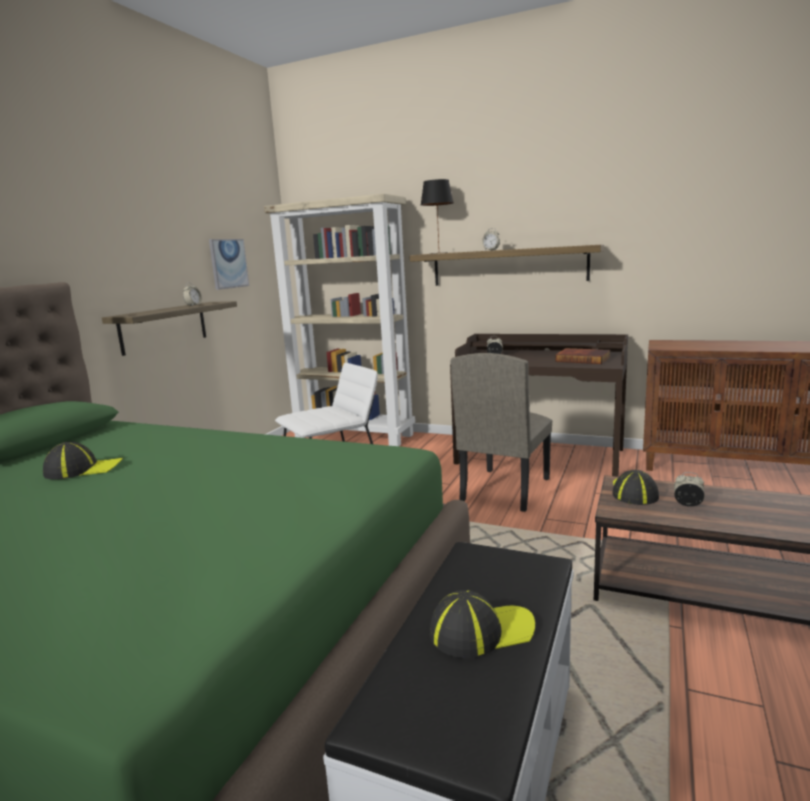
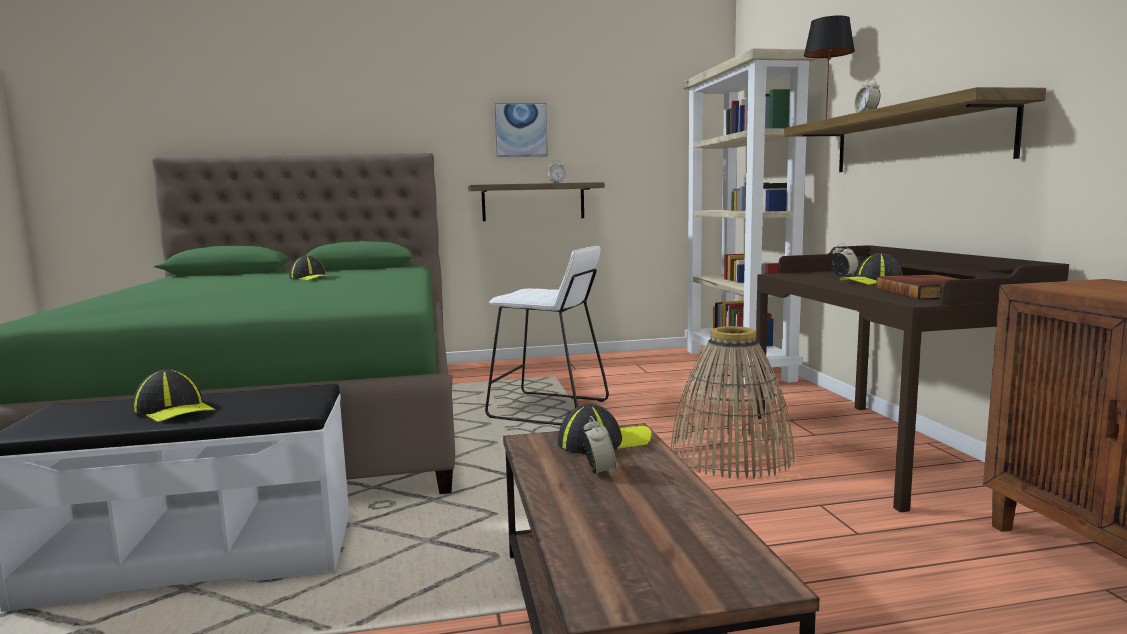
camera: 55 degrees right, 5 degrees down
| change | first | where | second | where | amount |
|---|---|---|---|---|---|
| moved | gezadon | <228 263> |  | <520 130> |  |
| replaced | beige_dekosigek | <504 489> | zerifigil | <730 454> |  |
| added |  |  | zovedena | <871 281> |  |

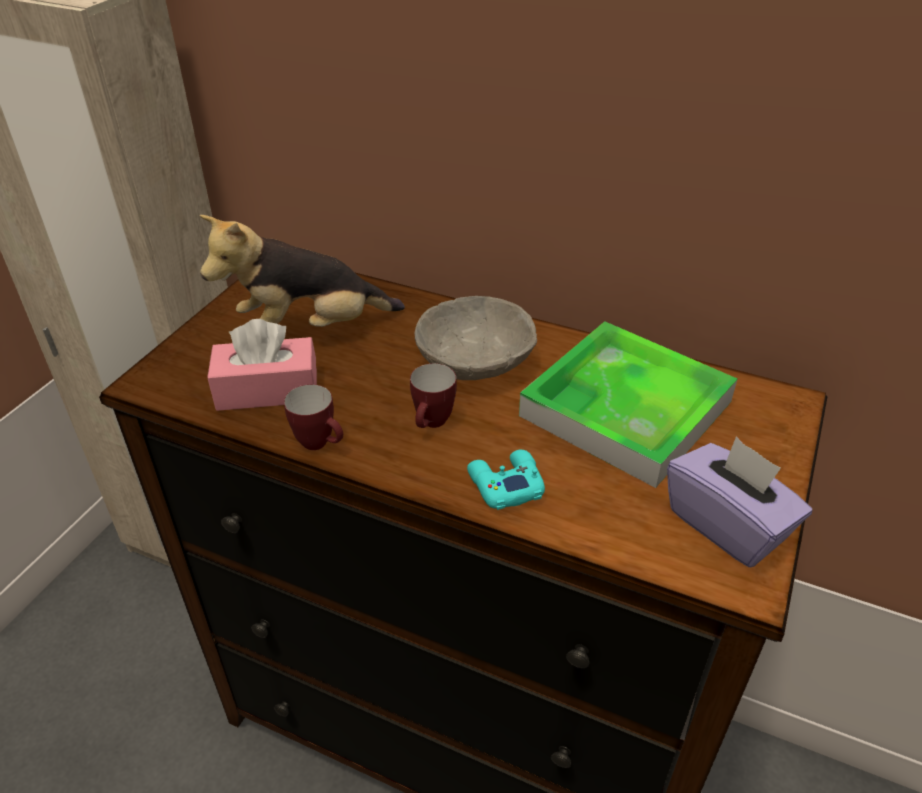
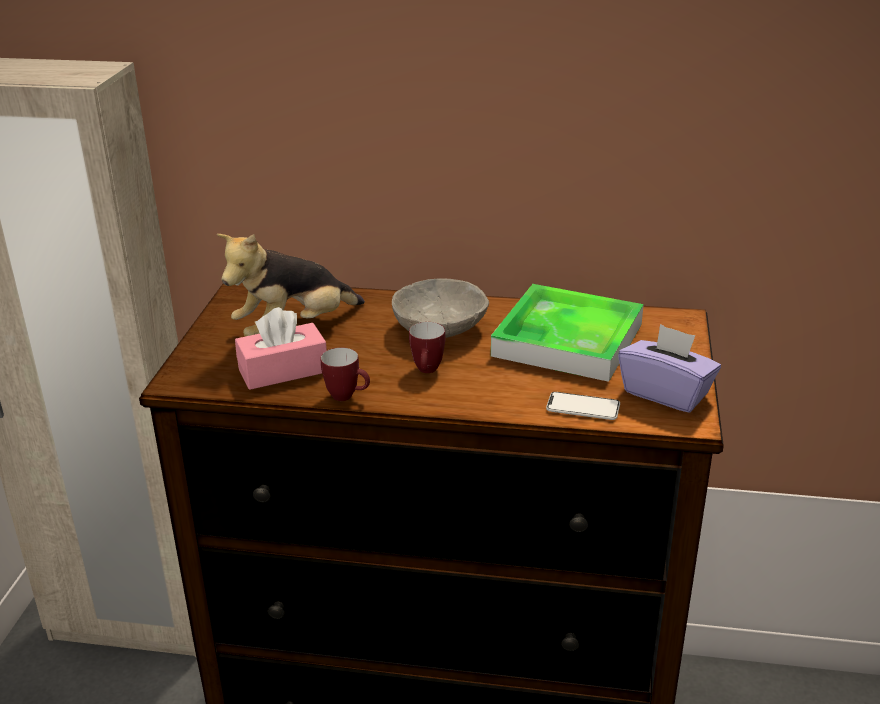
camera: 15 degrees left, 10 degrees down
| change | first | where | second | where | amount |
|---|---|---|---|---|---|
| added |  |  | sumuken | <583 407> |  |
| removed | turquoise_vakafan | <505 484> |  |  |  |

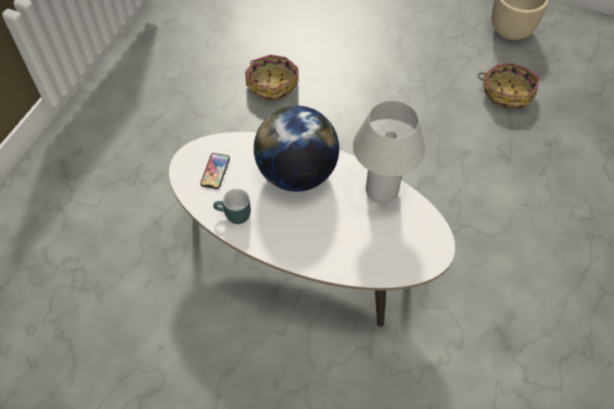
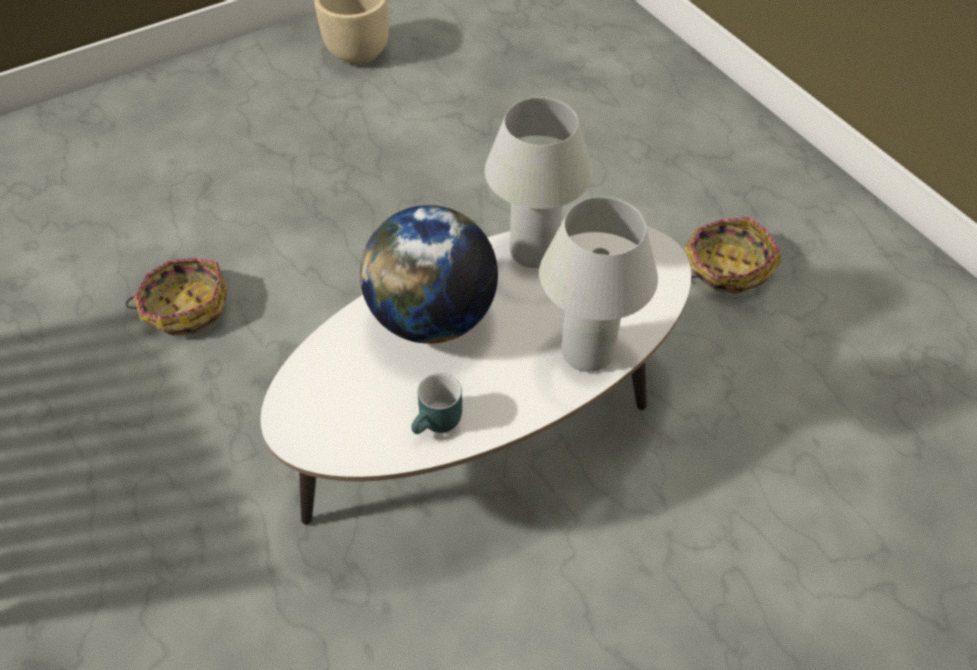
camera: 55 degrees left, 5 degrees down
| change | first | where | second | where | amount |
|---|---|---|---|---|---|
| added |  |  | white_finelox | <587 352> |  |
| moved | zerifigil | <507 92> |  | <726 267> |  |
| removed | sumuken | <215 171> |  |  |  |

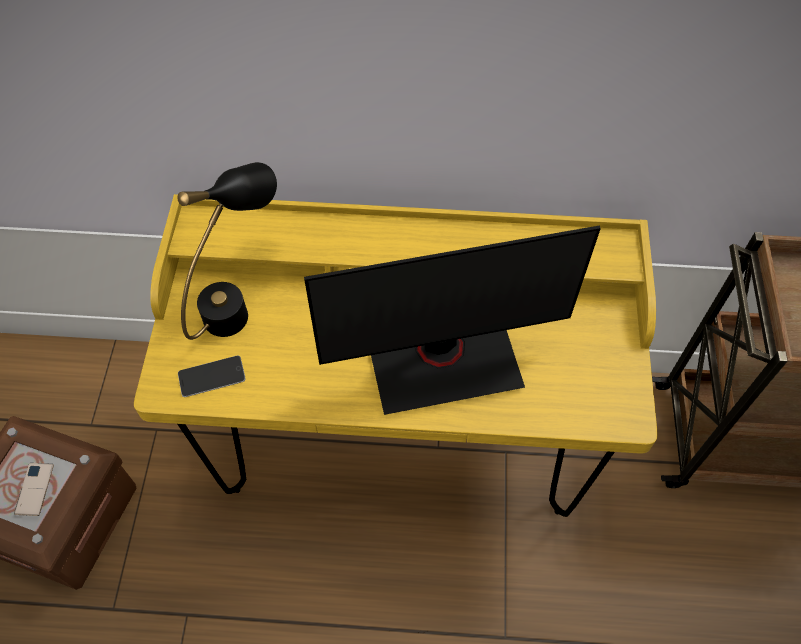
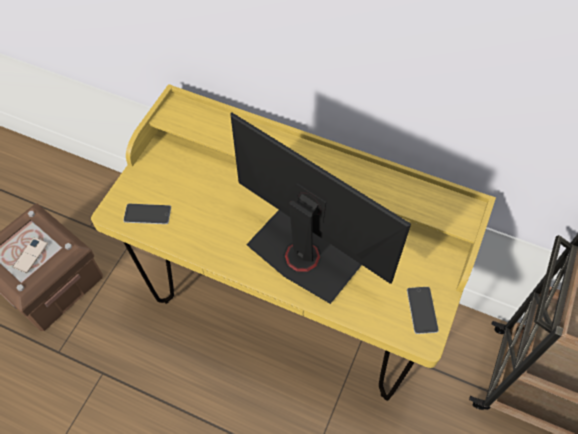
camera: 20 degrees right, 0 degrees up
| change | first | where | second | where | amount |
|---|---|---|---|---|---|
| turned | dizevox | <442 358> |  | <307 251> | 150 degrees counterclockwise |
| added |  |  | sumuken | <422 310> |  |
| removed | black_finelox | <240 301> |  |  |  |

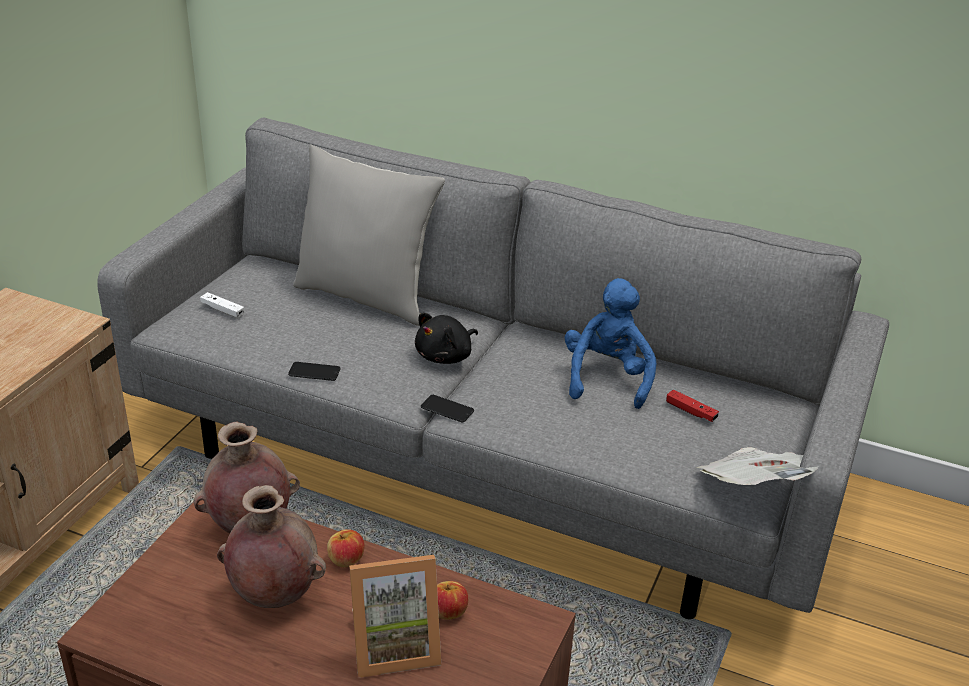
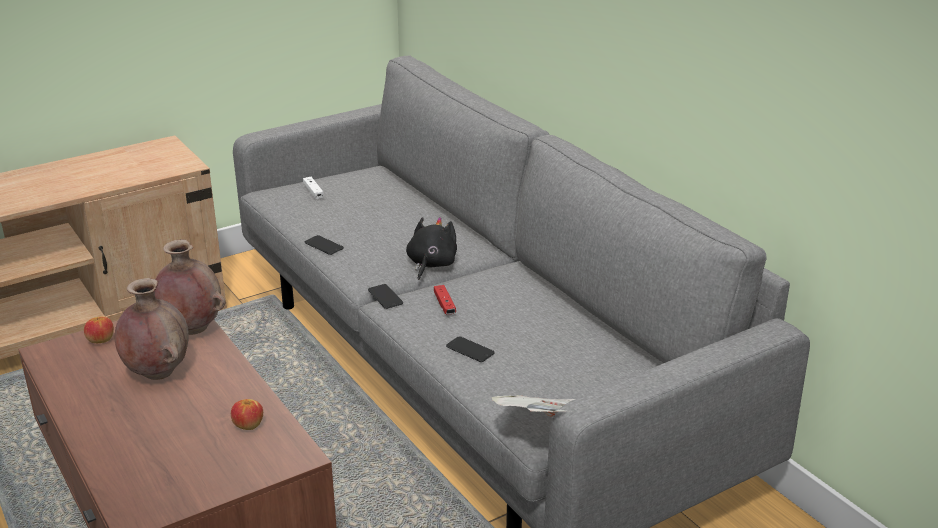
camera: 35 degrees right, 5 degrees down
| change | first | where | second | where | amount |
|---|---|---|---|---|---|
| moved | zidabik | <346 559> |  | <100 339> |  |
| turned | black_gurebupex | <446 356> |  | <431 264> | 120 degrees clockwise |
| moved | red_vakafan | <691 411> |  | <444 305> |  |
| added |  |  | sumuken | <470 350> |  |
| removed | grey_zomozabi | <366 296> |  |  |  |
| removed | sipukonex | <394 646> |  |  |  |
| removed | blue_gurebupex | <607 378> |  |  |  |

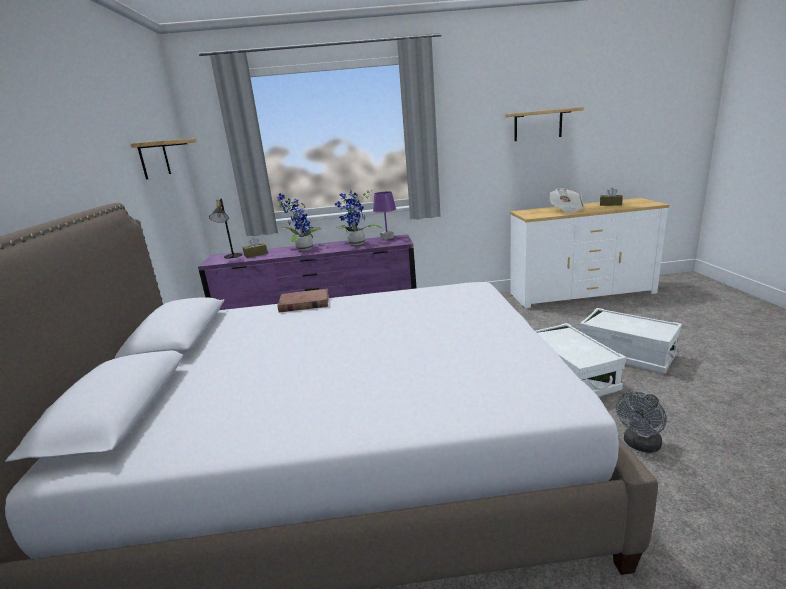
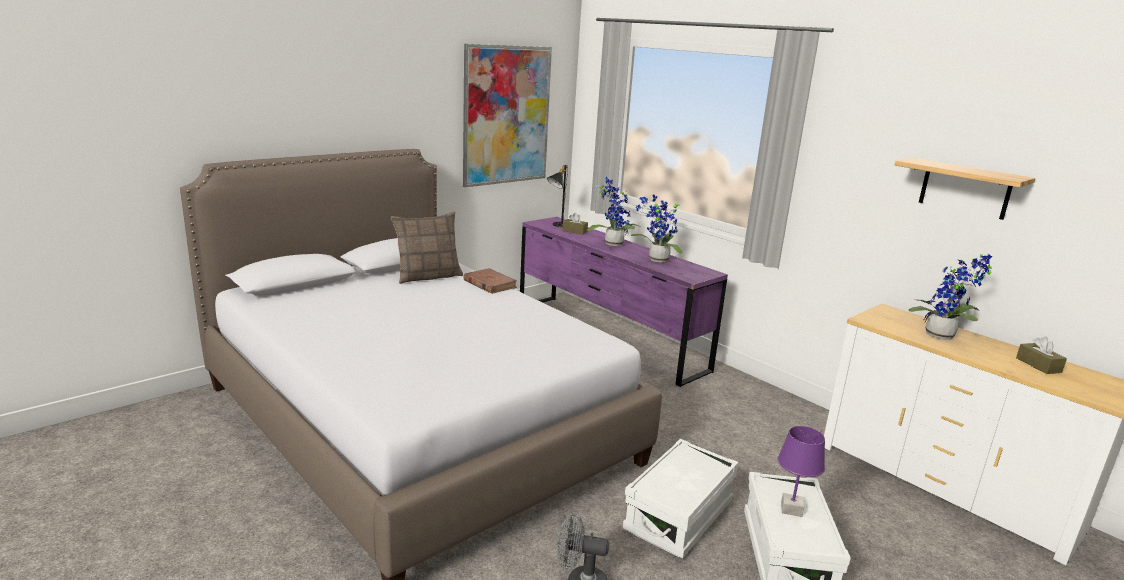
camera: 50 degrees right, 0 degrees up
| change | first | where | second | where | amount |
|---|---|---|---|---|---|
| added |  |  | zomozabi | <428 276> |  |
| replaced | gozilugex | <154 159> | gezadon | <506 115> |  |
| moved | purple_finelox | <387 238> |  | <791 509> |  |
| replaced | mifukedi | <566 210> | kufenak | <943 337> |  |

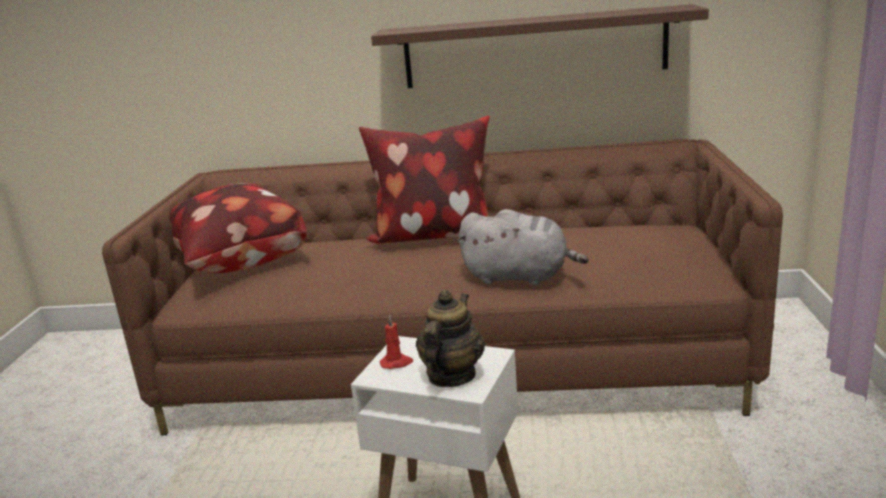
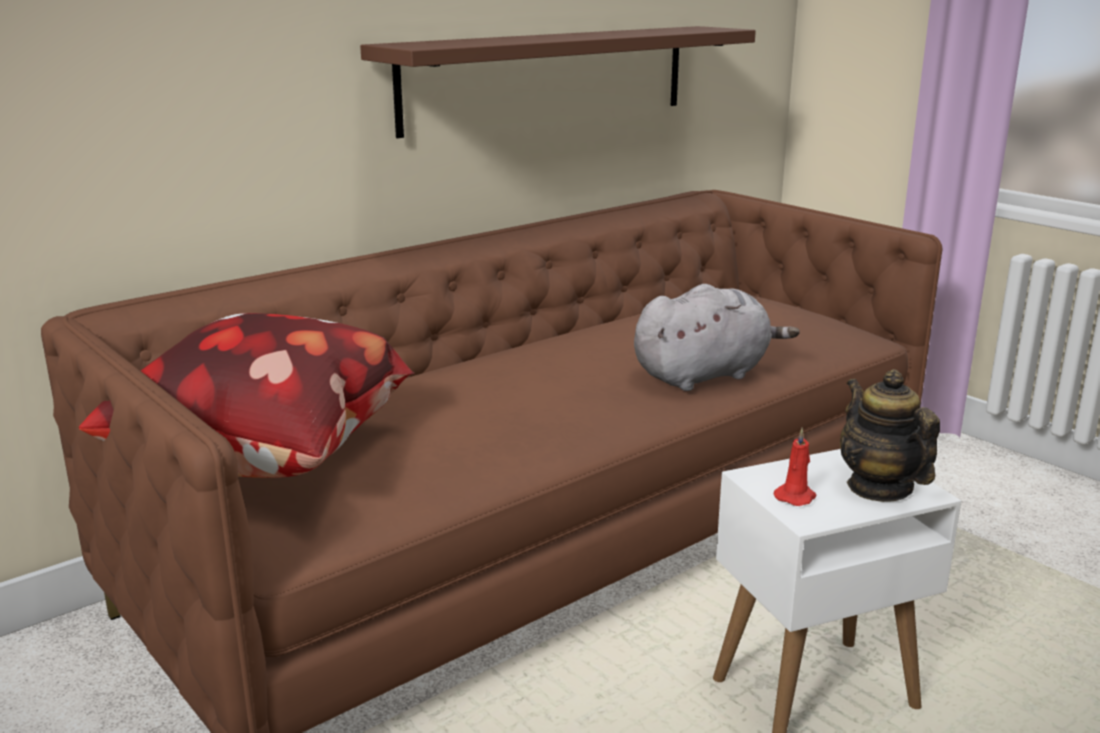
camera: 45 degrees left, 0 degrees up
| change | first | where | second | where | amount |
|---|---|---|---|---|---|
| removed | zomozabi | <432 236> |  |  |  |

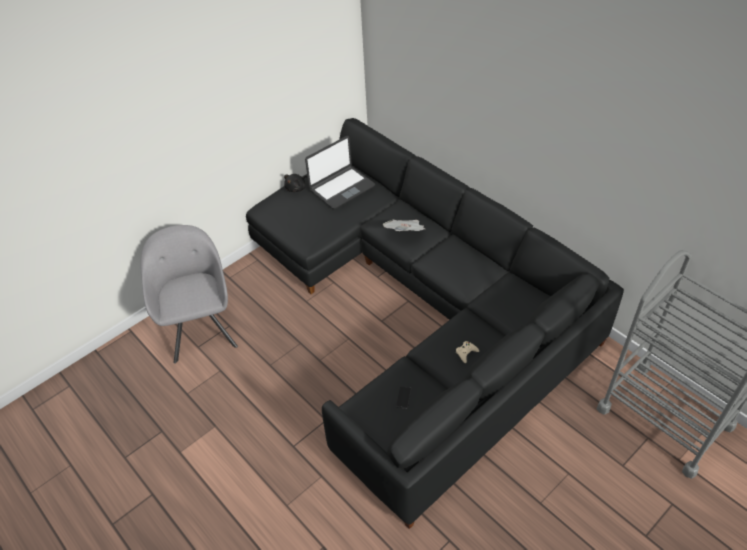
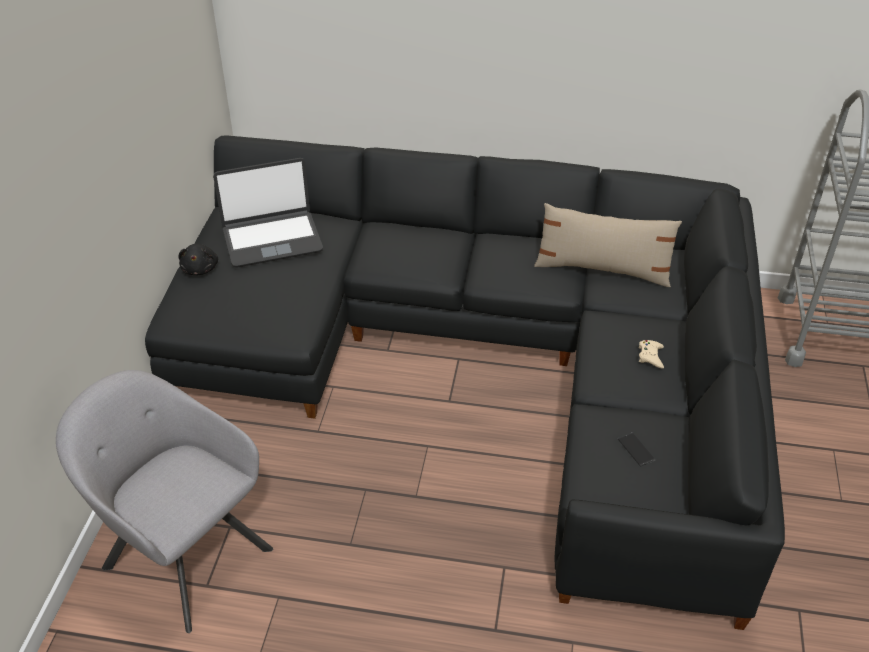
camera: 40 degrees left, 5 degrees down
| change | first | where | second | where | amount |
|---|---|---|---|---|---|
| turned | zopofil | <341 187> |  | <272 239> | 60 degrees clockwise |
| added |  |  | beige_zomozabi | <602 269> |  |
| removed | mifukedi | <405 233> |  |  |  |

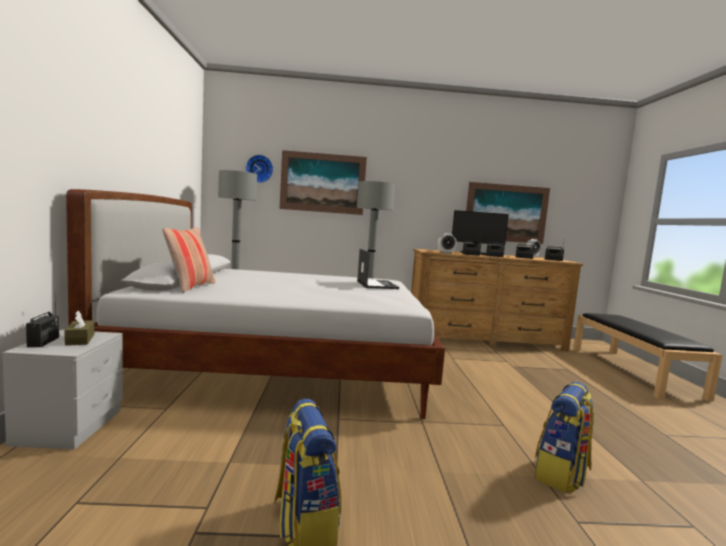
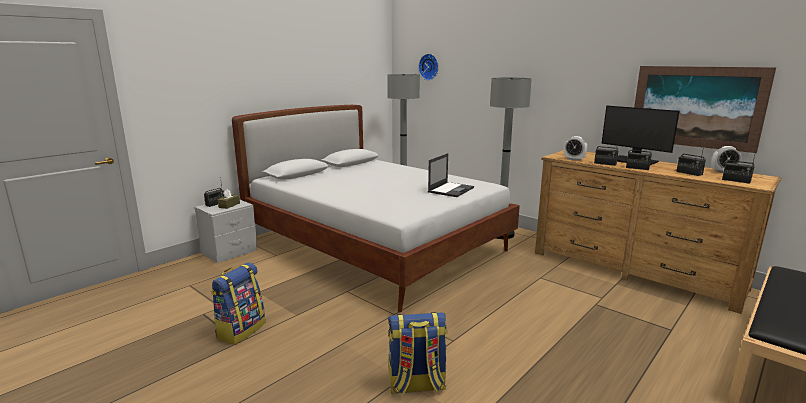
camera: 45 degrees right, 10 degrees up
| change | first | where | second | where | amount |
|---|---|---|---|---|---|
| removed | zomozabi | <191 287> |  |  |  |
| removed | gezadon | <323 183> |  |  |  |

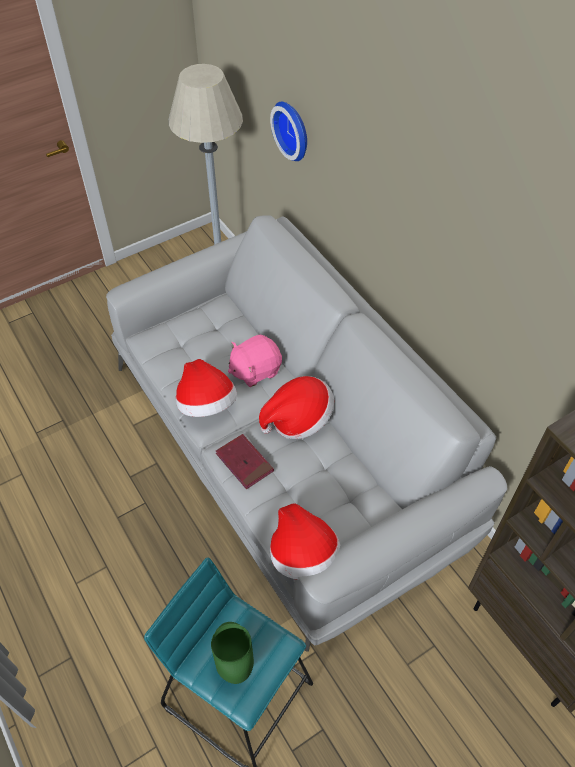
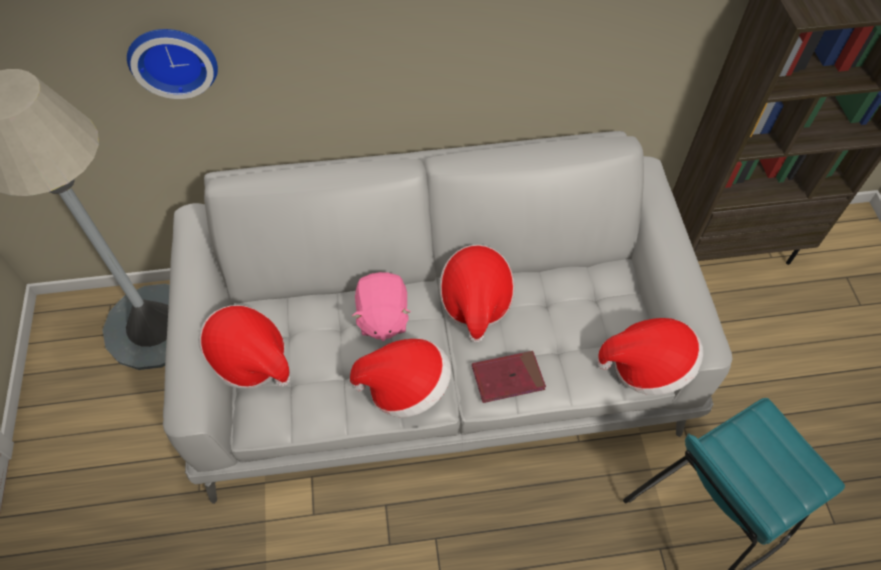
camera: 65 degrees left, 5 degrees up
| change | first | where | second | where | amount |
|---|---|---|---|---|---|
| added |  |  | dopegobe | <249 360> |  |
| removed | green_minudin | <234 668> |  |  |  |

